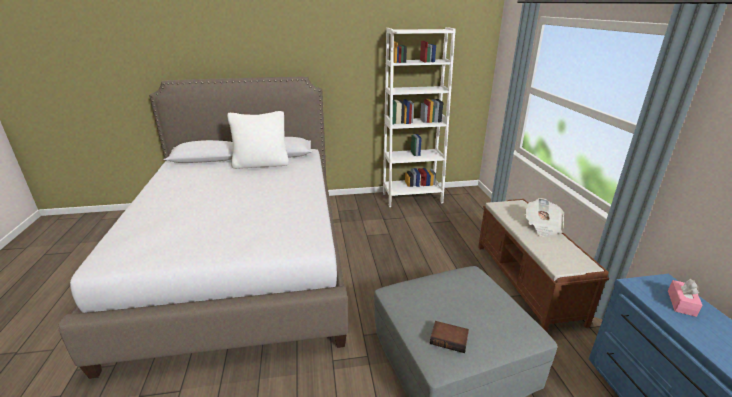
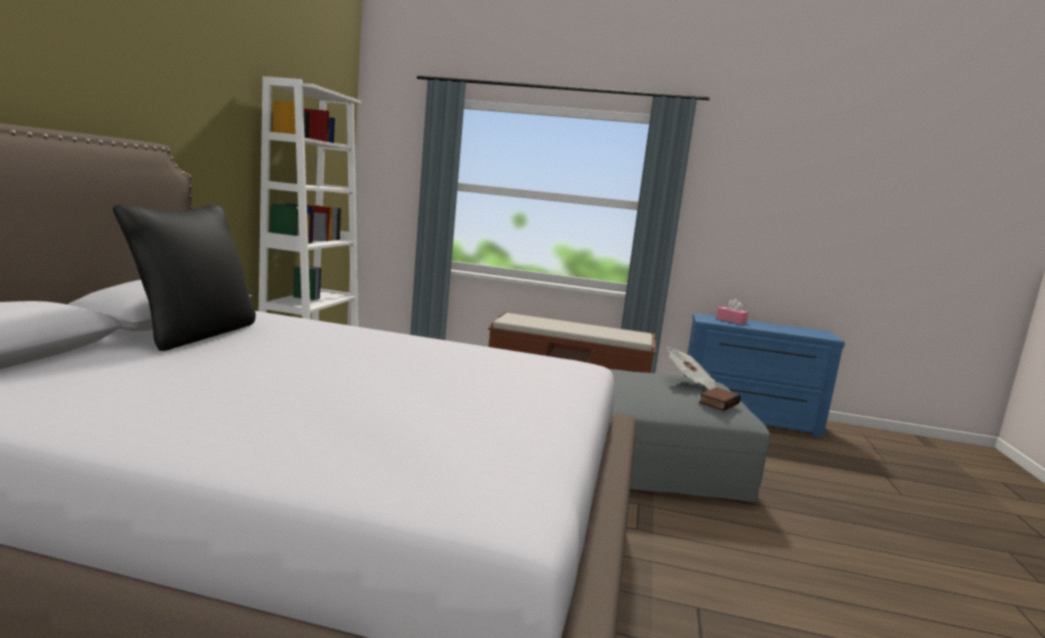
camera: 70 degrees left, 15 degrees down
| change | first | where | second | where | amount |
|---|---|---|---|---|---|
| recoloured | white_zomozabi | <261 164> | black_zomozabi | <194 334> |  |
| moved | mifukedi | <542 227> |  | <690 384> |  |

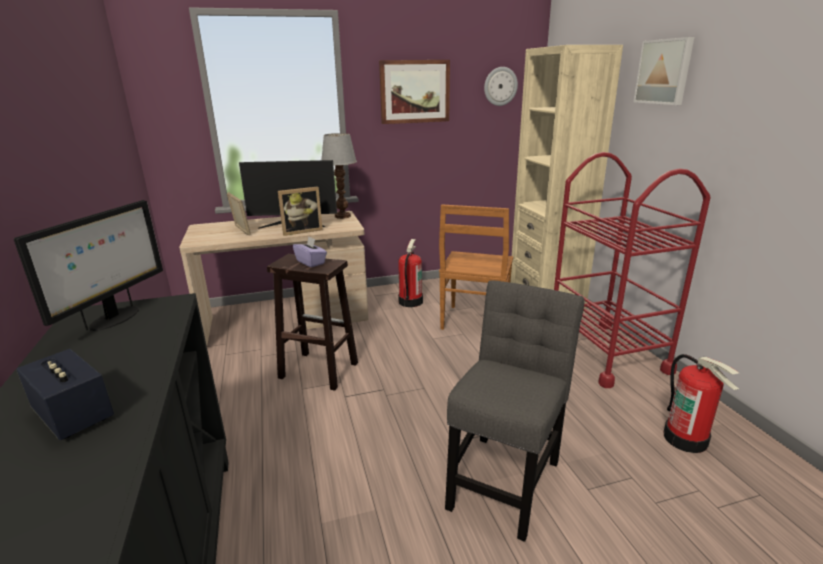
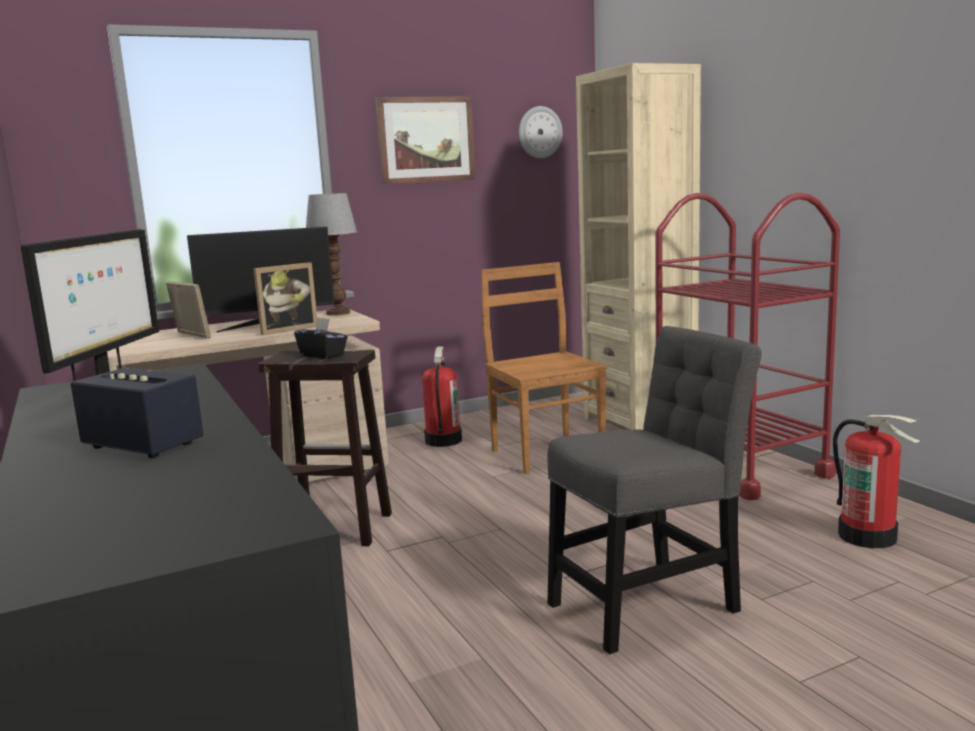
camera: 10 degrees left, 10 degrees down
| change | first | where | second | where | amount |
|---|---|---|---|---|---|
| recoloured | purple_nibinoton | <311 262> | black_nibinoton | <323 355> |  |
| turned | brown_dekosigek | <474 322> |  | <546 453> | 150 degrees clockwise |
| turned | grey_dekosigek | <505 478> |  | <650 603> | 45 degrees clockwise |
| removed | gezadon | <664 72> |  |  |  |

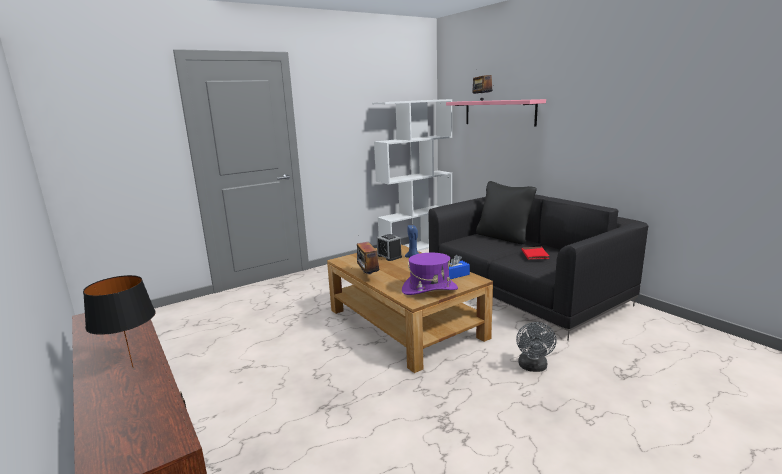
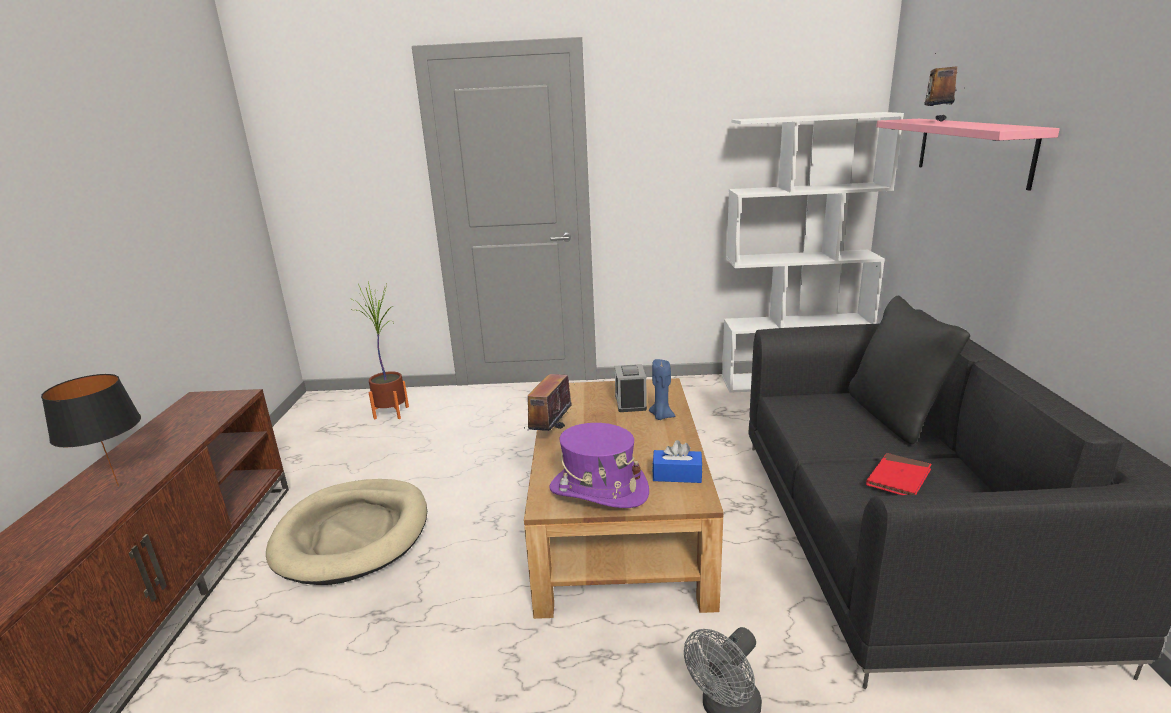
camera: 35 degrees right, 5 degrees up
| change | first | where | second | where | amount |
|---|---|---|---|---|---|
| added |  |  | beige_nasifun | <353 534> |  |
| added |  |  | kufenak | <391 412> |  |

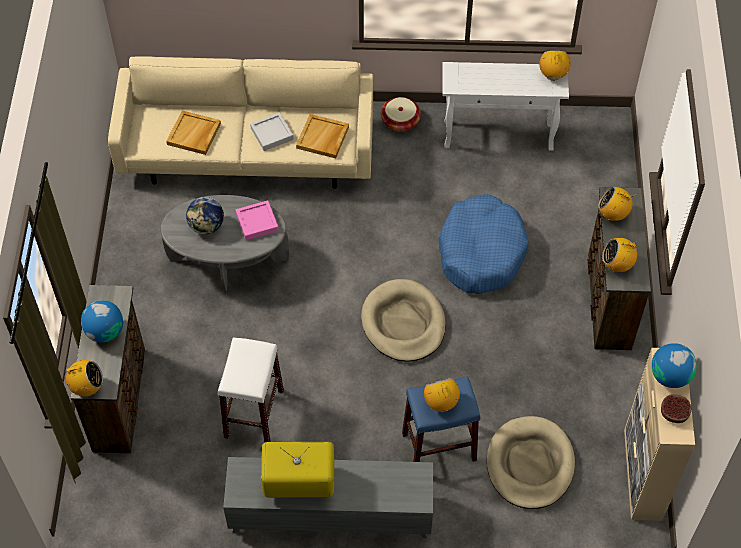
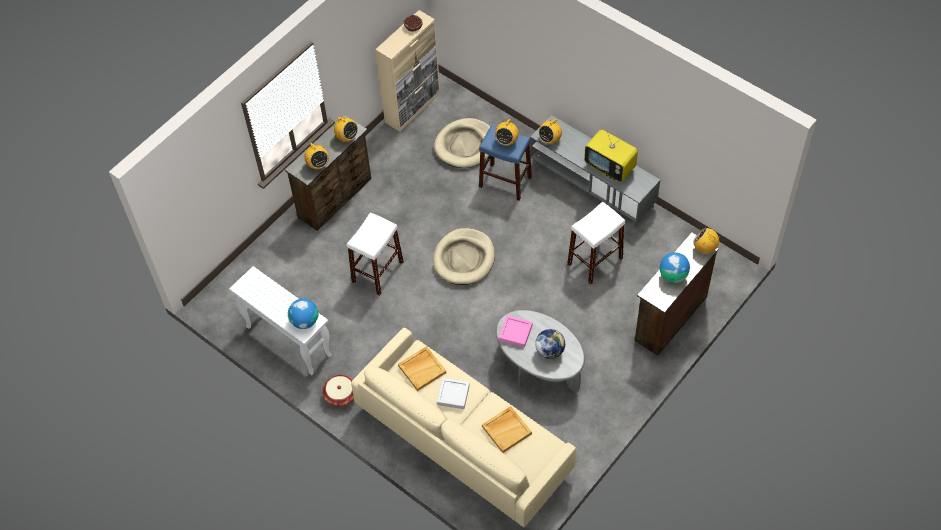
camera: 140 degrees left, 0 degrees up
| change | first | where | second | where | amount |
|---|---|---|---|---|---|
| moved | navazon | <670 376> |  | <305 321> |  |
| replaced | blue_nasifun | <481 252> | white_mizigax | <377 272> |  |
| moved | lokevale | <553 75> |  | <550 140> |  |

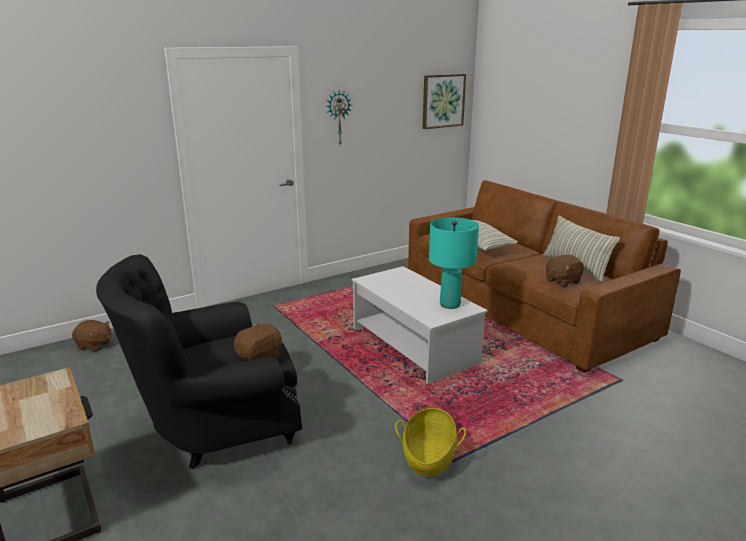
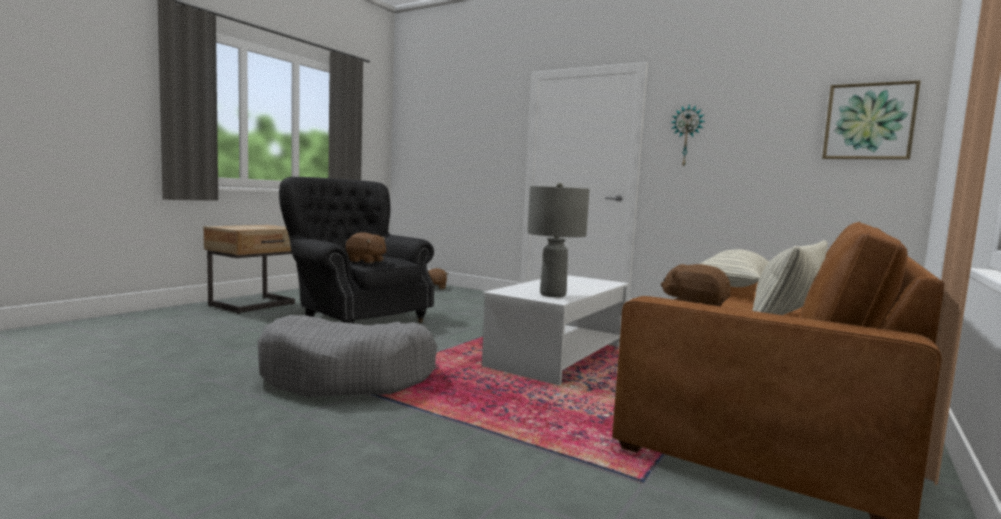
camera: 65 degrees right, 15 degrees down
| change | first | where | second | where | amount |
|---|---|---|---|---|---|
| replaced | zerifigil | <429 456> | grey_nasifun | <348 376> |  |
| recoloured | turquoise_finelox | <450 304> | grey_finelox | <553 294> |  |

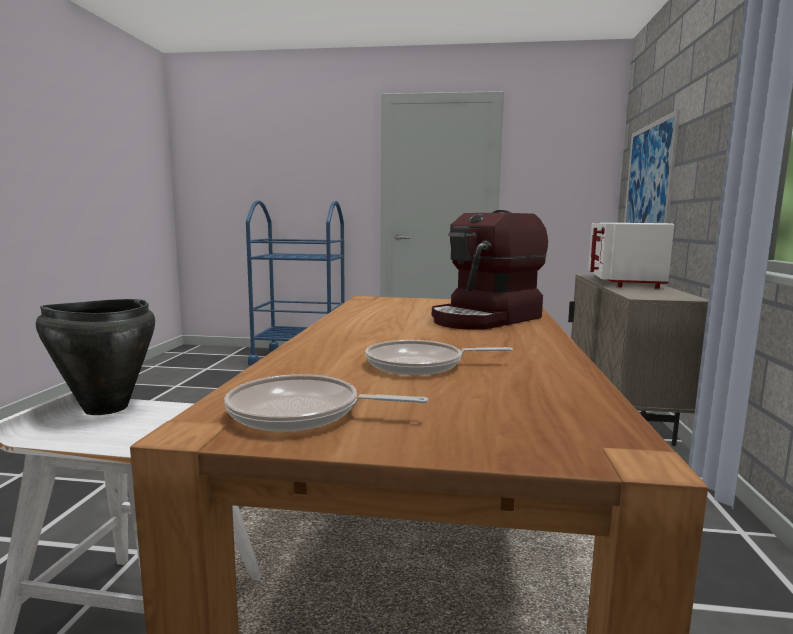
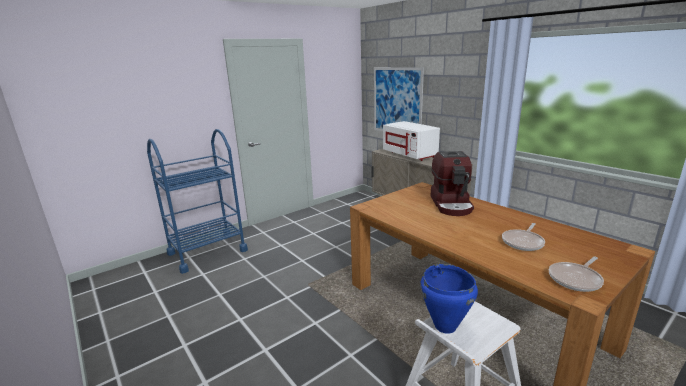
camera: 45 degrees left, 10 degrees up
| change | first | where | second | where | amount |
|---|---|---|---|---|---|
| recoloured | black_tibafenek | <105 408> | blue_tibafenek | <445 326> |  |

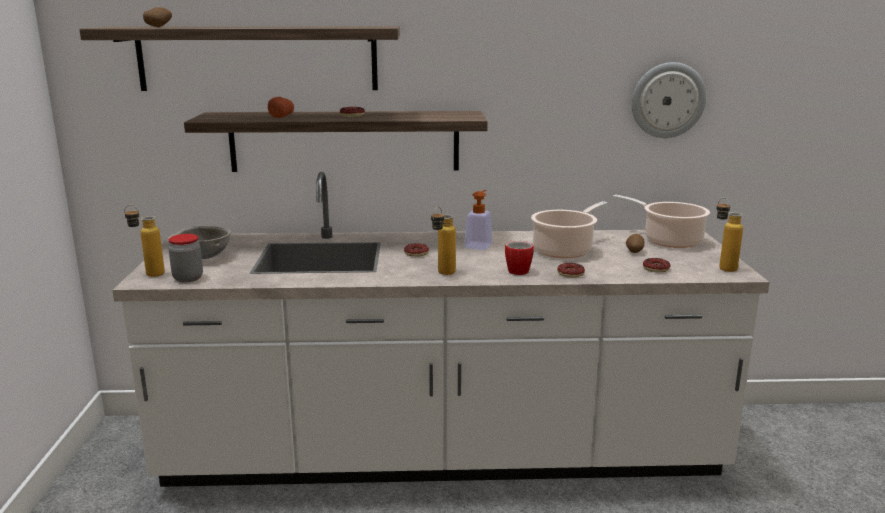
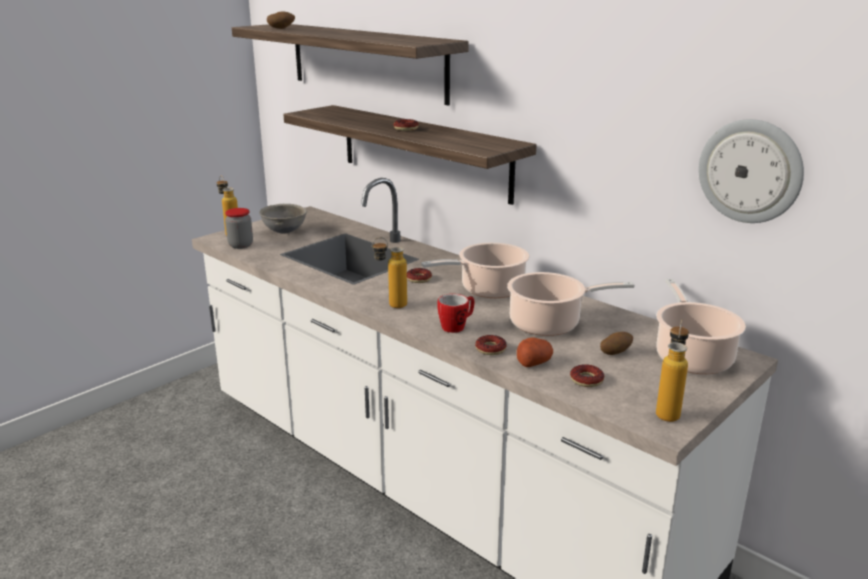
camera: 45 degrees right, 5 degrees up
| change | first | where | second | where | amount |
|---|---|---|---|---|---|
| replaced | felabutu | <479 245> | tibafenek | <488 289> |  |
| moved | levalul | <281 117> |  | <533 362> |  |

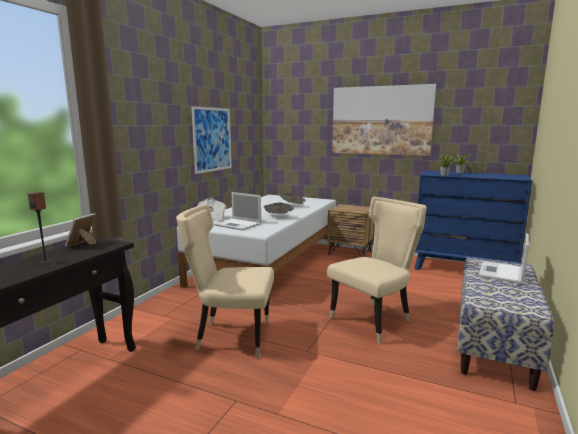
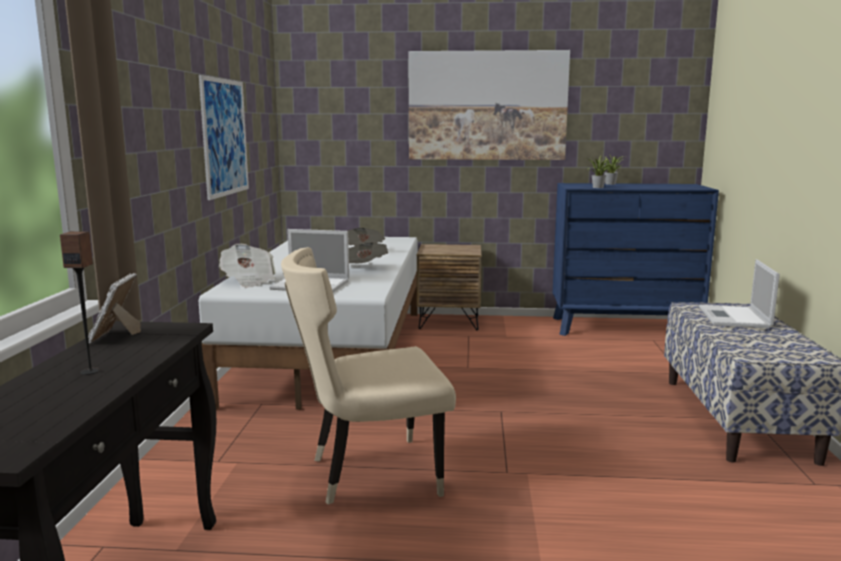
camera: 20 degrees left, 0 degrees up
| change | first | where | second | where | amount |
|---|---|---|---|---|---|
| removed | beige_dekosigek | <374 320> |  |  |  |

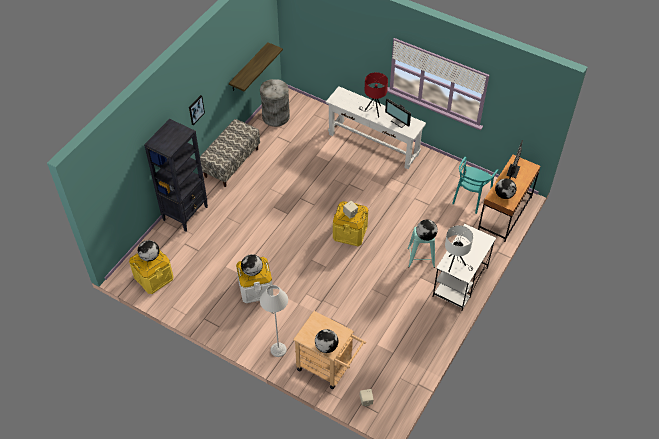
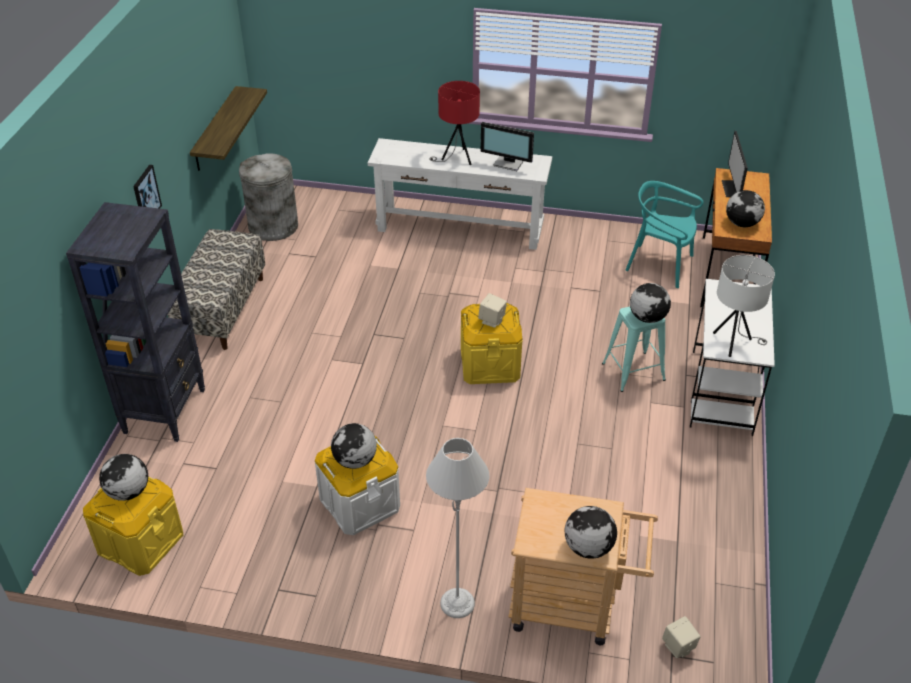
camera: 20 degrees left, 10 degrees down
| change | first | where | second | where | amount |
|---|---|---|---|---|---|
| turned | turquoise_dekosigek | <470 197> |  | <660 265> | 105 degrees clockwise |

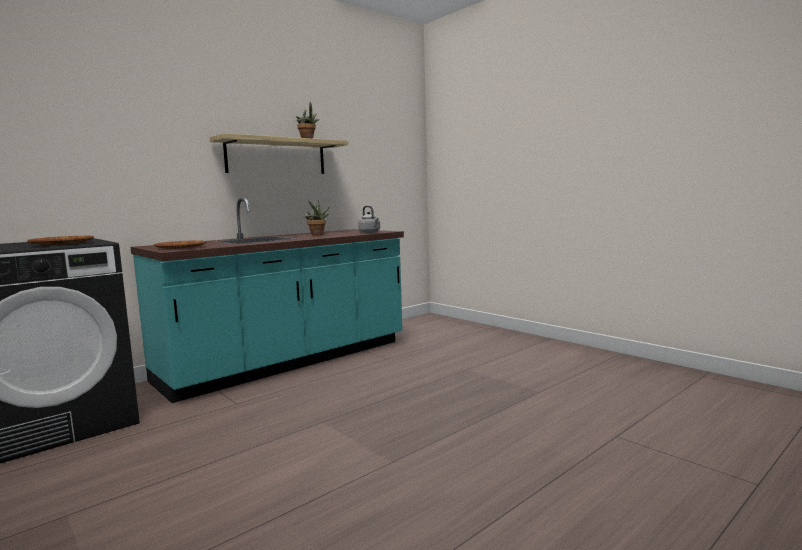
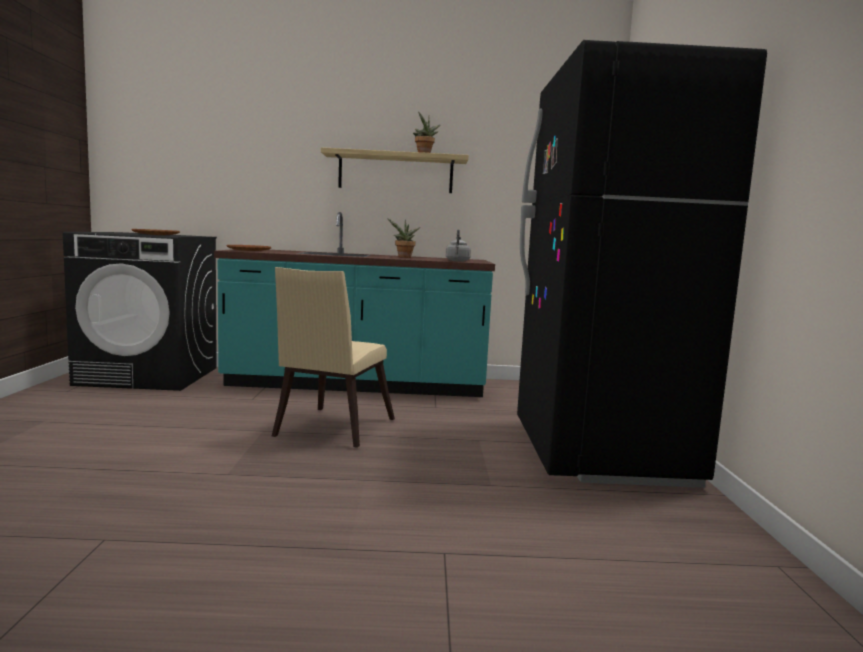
camera: 40 degrees right, 0 degrees up
| change | first | where | second | where | amount |
|---|---|---|---|---|---|
| added |  |  | beige_dekosigek | <330 429> |  |
| added |  |  | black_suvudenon | <600 453> |  |

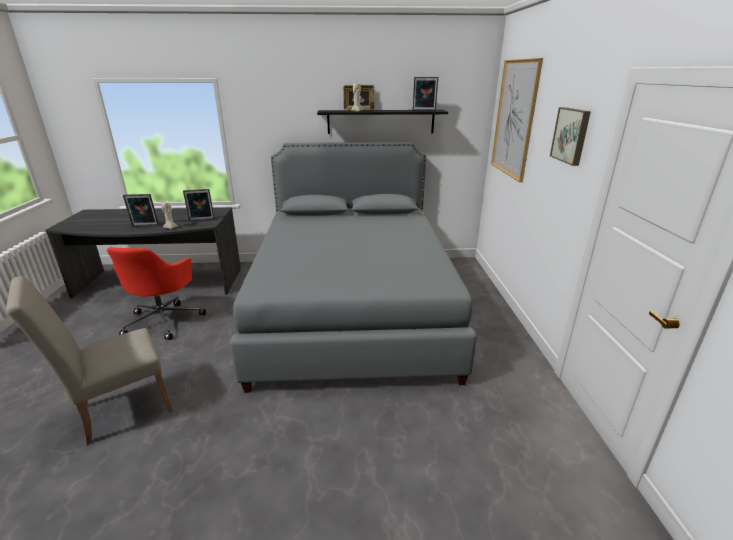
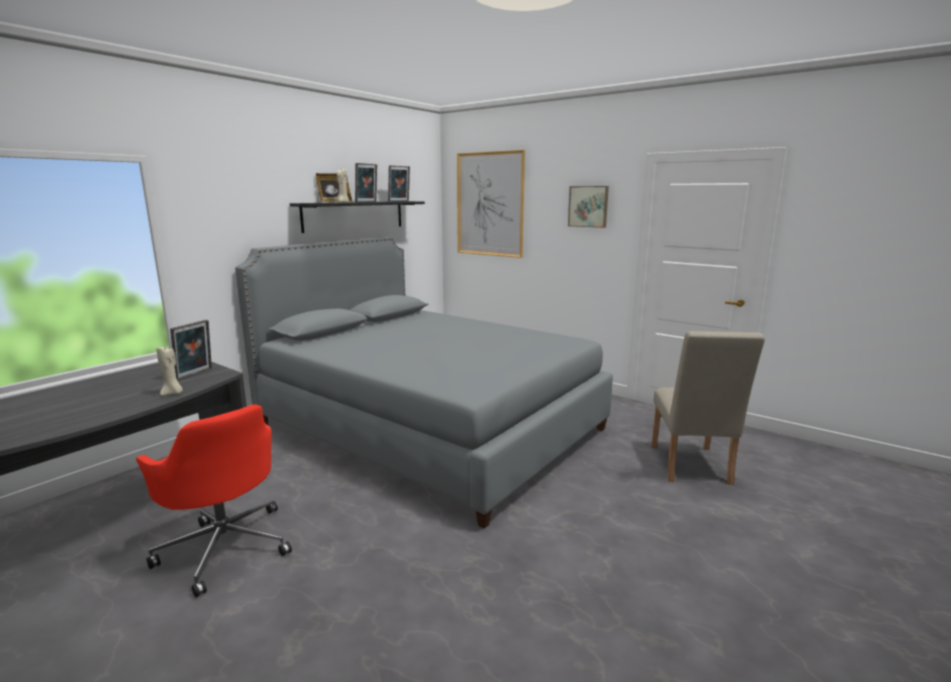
camera: 50 degrees left, 10 degrees down
| change | first | where | second | where | amount |
|---|---|---|---|---|---|
| moved | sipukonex | <145 226> |  | <367 202> |  |
| moved | beige_dekosigek | <118 411> |  | <690 467> |  |

